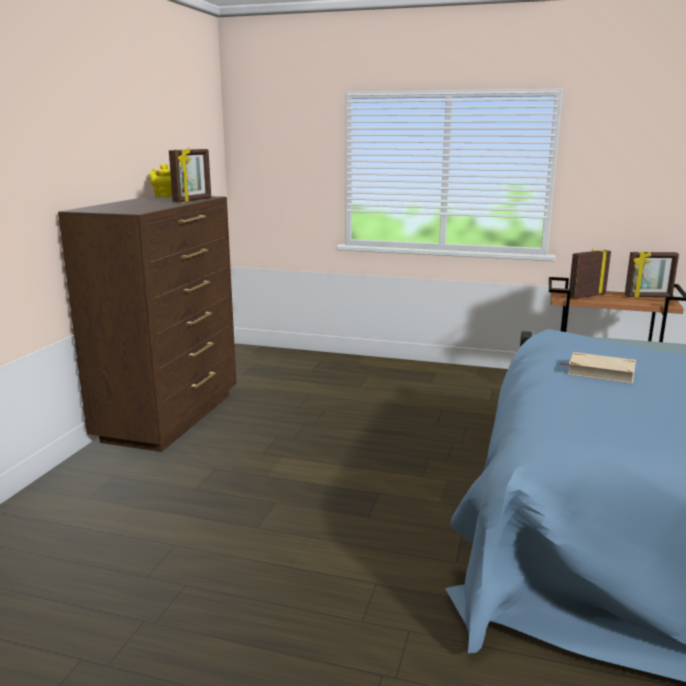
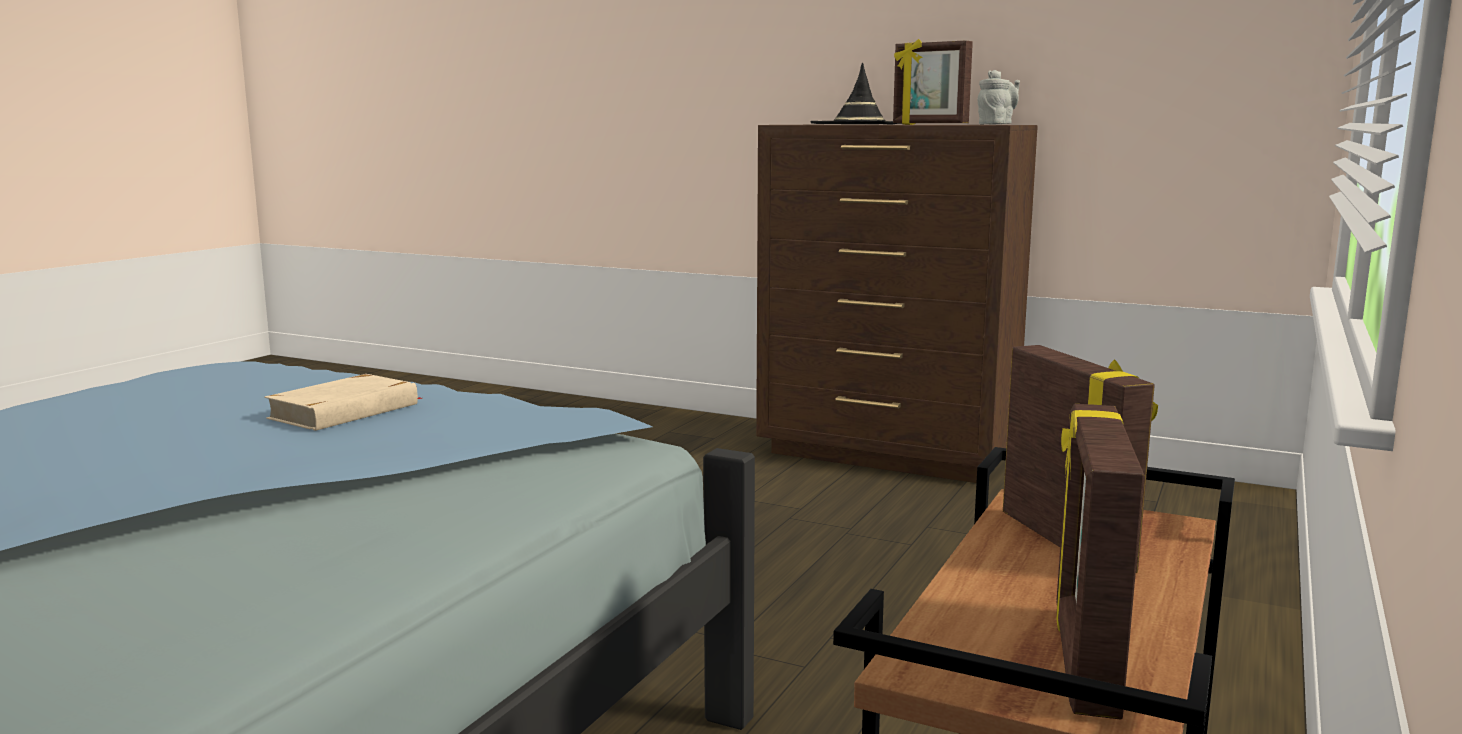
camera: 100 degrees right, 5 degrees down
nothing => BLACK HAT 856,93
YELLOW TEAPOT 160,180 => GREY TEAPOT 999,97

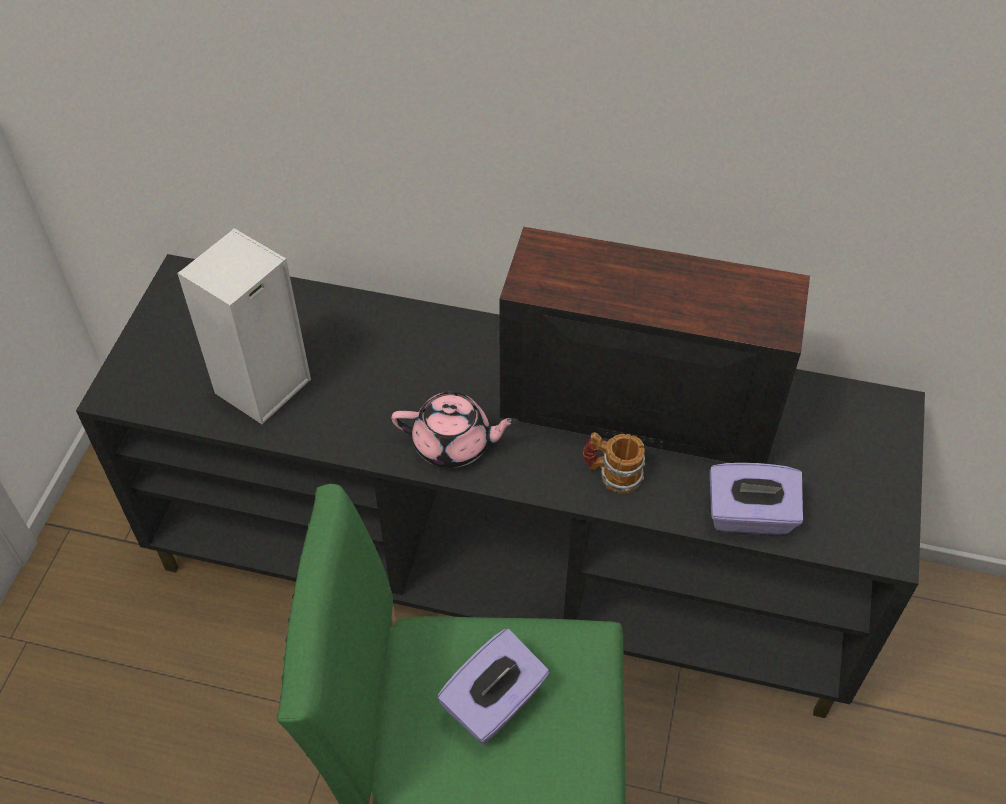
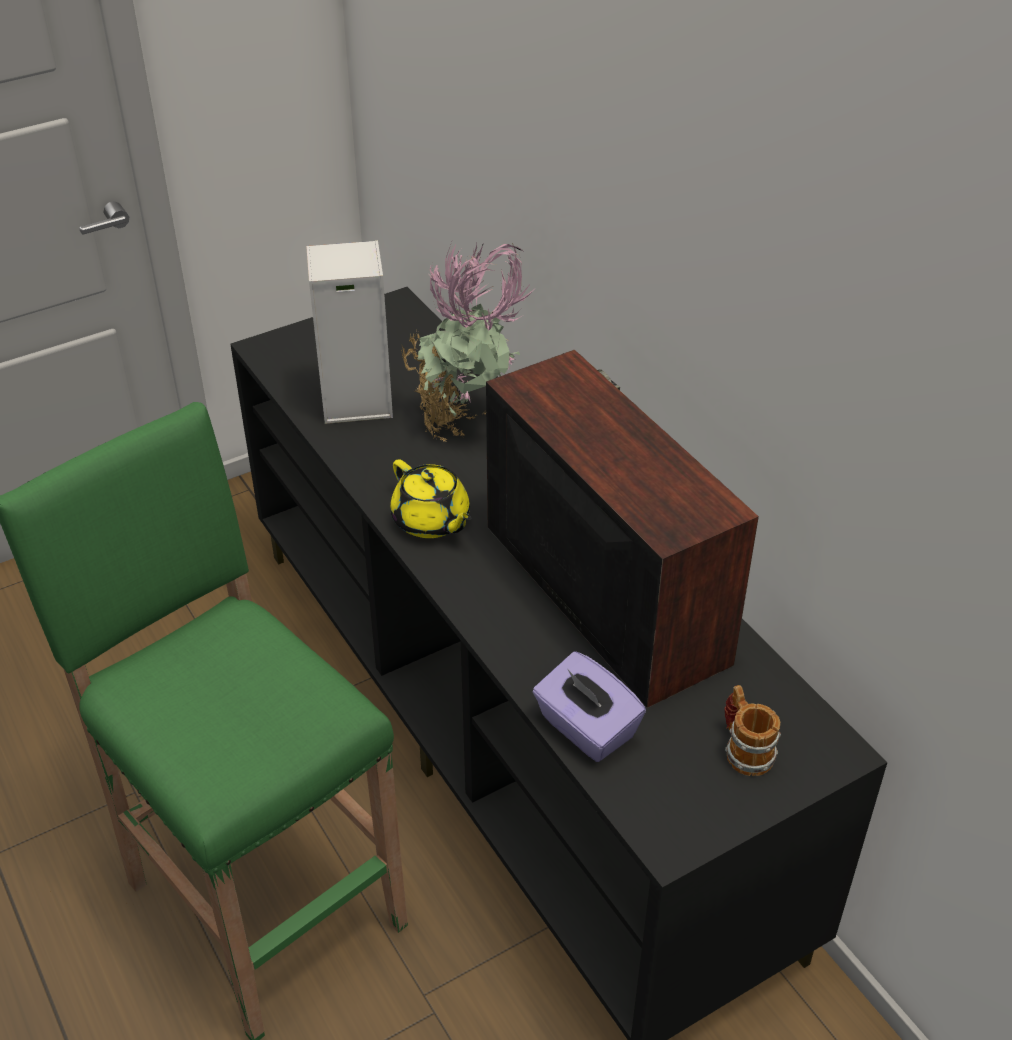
camera: 45 degrees right, 10 degrees down
PINK TEAPOT 454,430 => YELLOW TEAPOT 431,498
nothing => POTTED PLANT 467,340
MUG 614,463 => MUG 753,730, shifted
PURPLE TISSUE BOX 493,686 => nothing

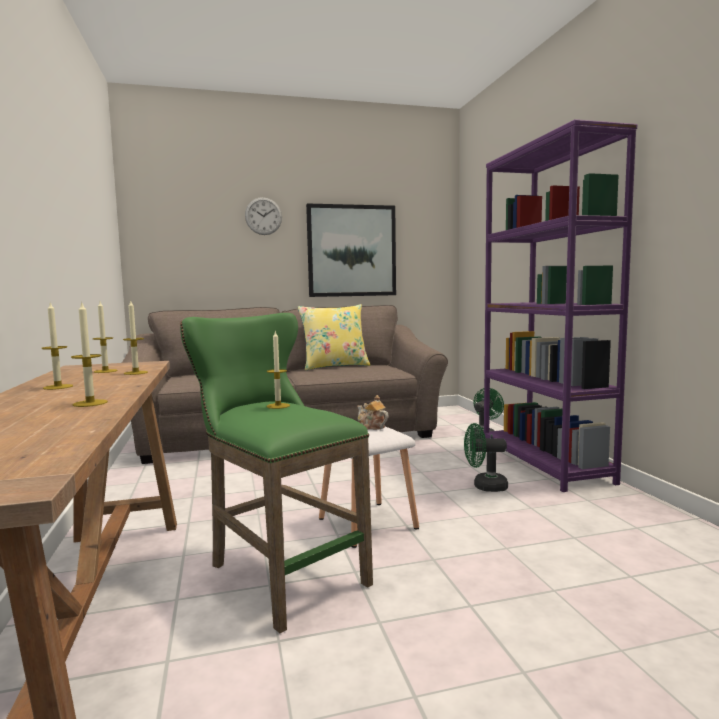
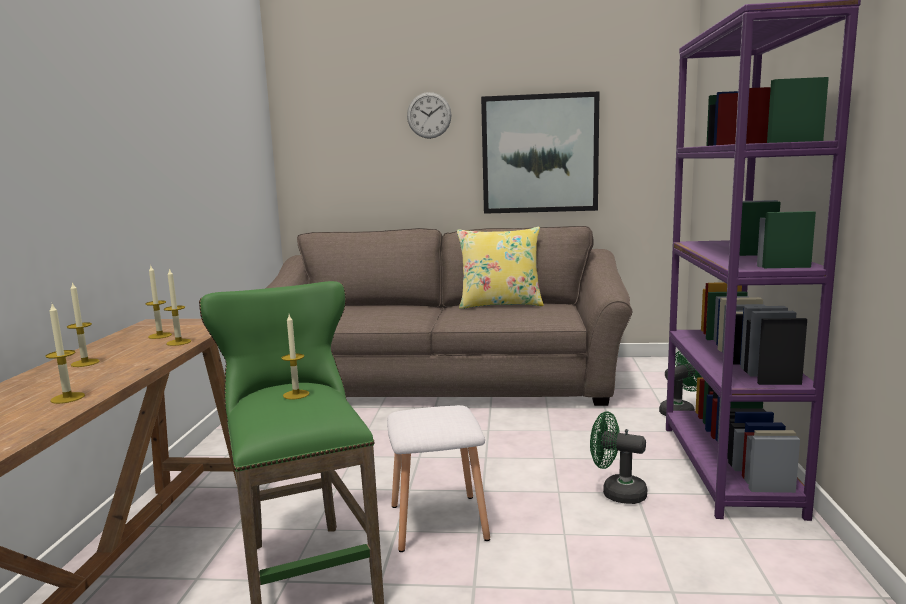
camera: 20 degrees right, 5 degrees up
TEAPOT 373,412 => nothing

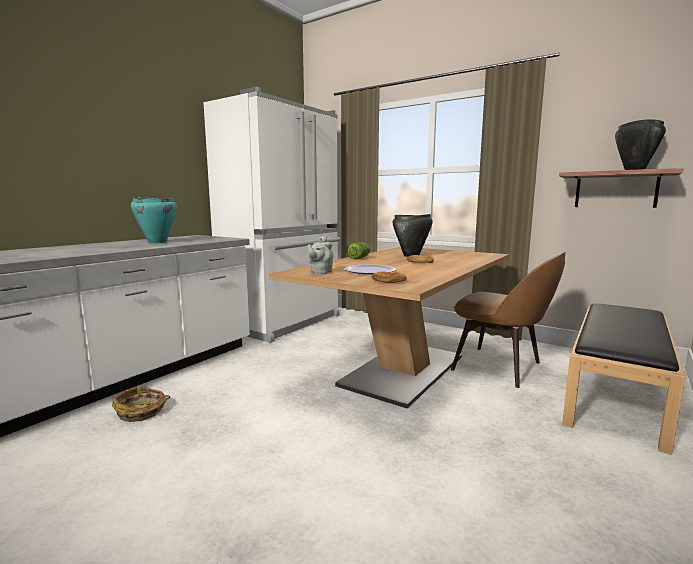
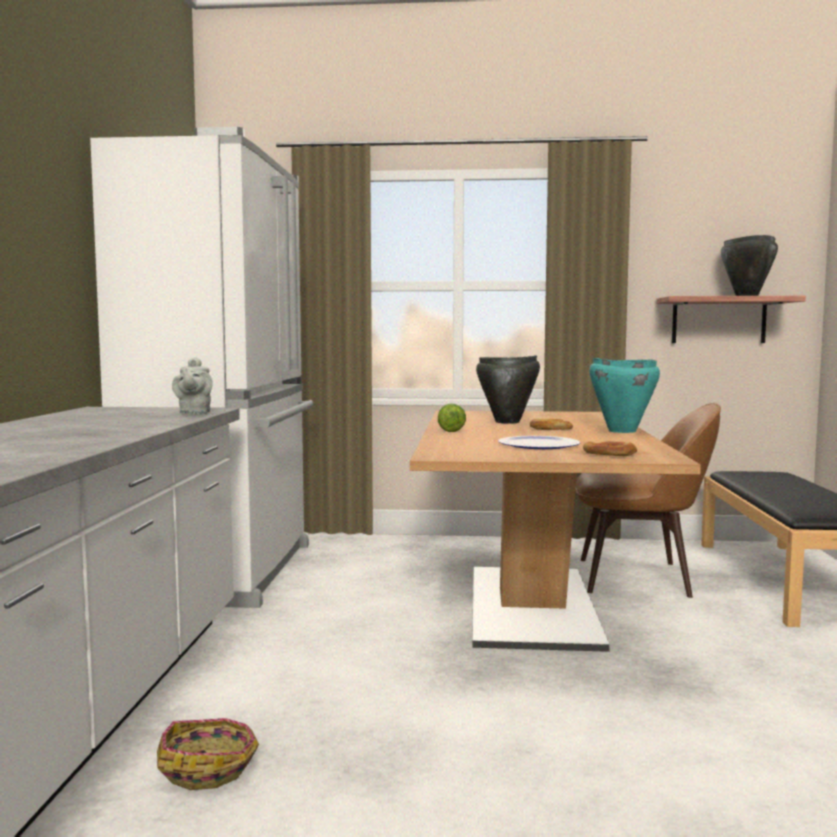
camera: 30 degrees left, 5 degrees down
GREY TEAPOT 320,255 => GREY TEAPOT 192,386, shifted
TURQUOISE COOKING POT 154,220 => TURQUOISE COOKING POT 624,395, shifted

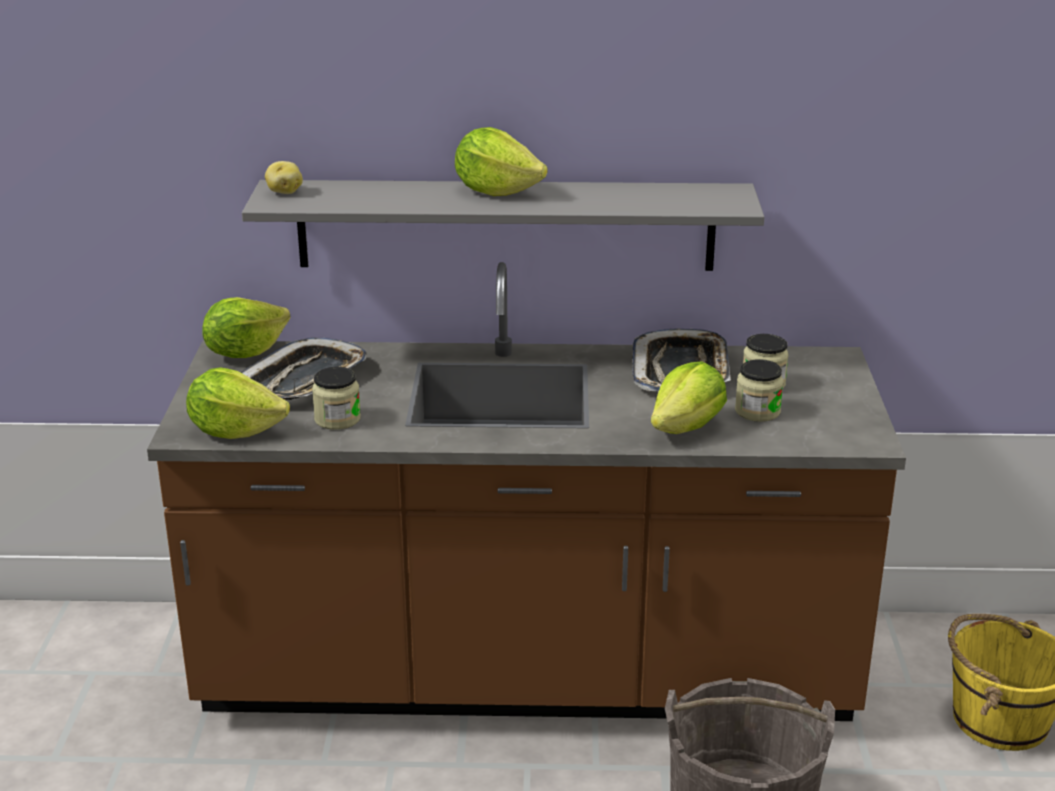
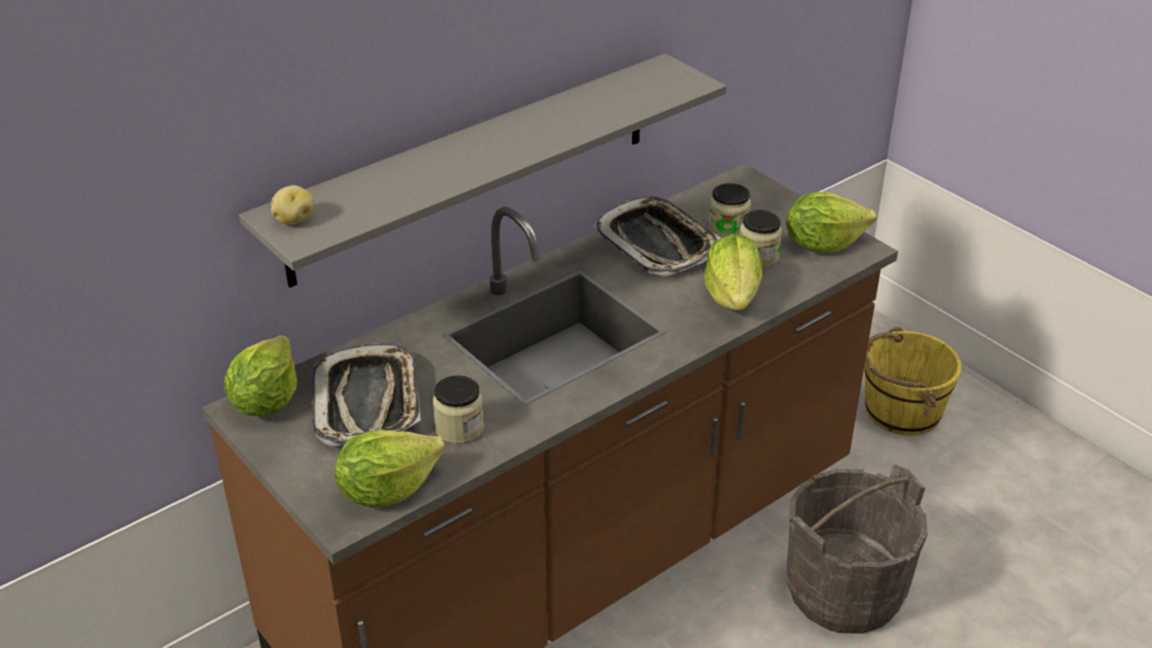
camera: 40 degrees left, 10 degrees up
LETTUCE 501,161 => LETTUCE 831,222, shifted

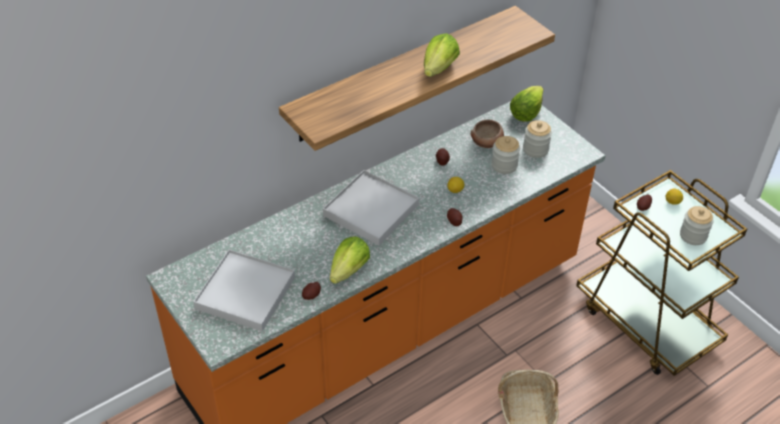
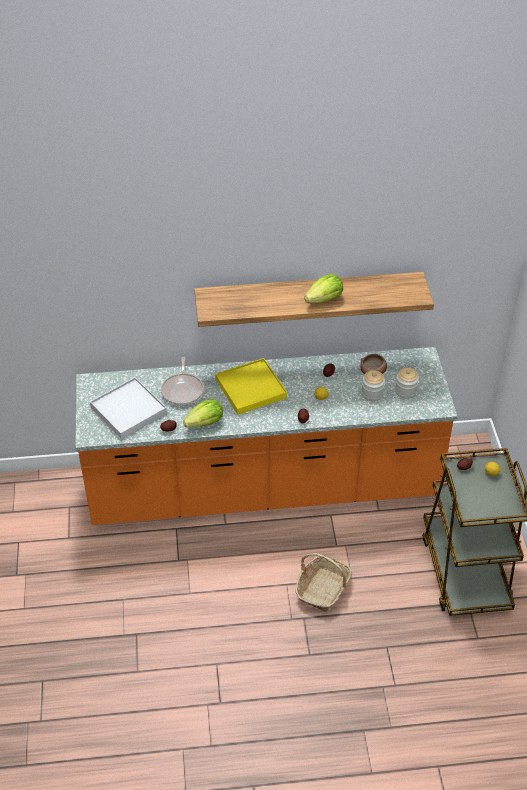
camera: 30 degrees right, 0 degrees up
nothing => FRYING PAN 182,381
WHITE TRAY 371,208 => YELLOW TRAY 251,386
LETTUCE 527,104 => nothing
JAR 696,225 => nothing

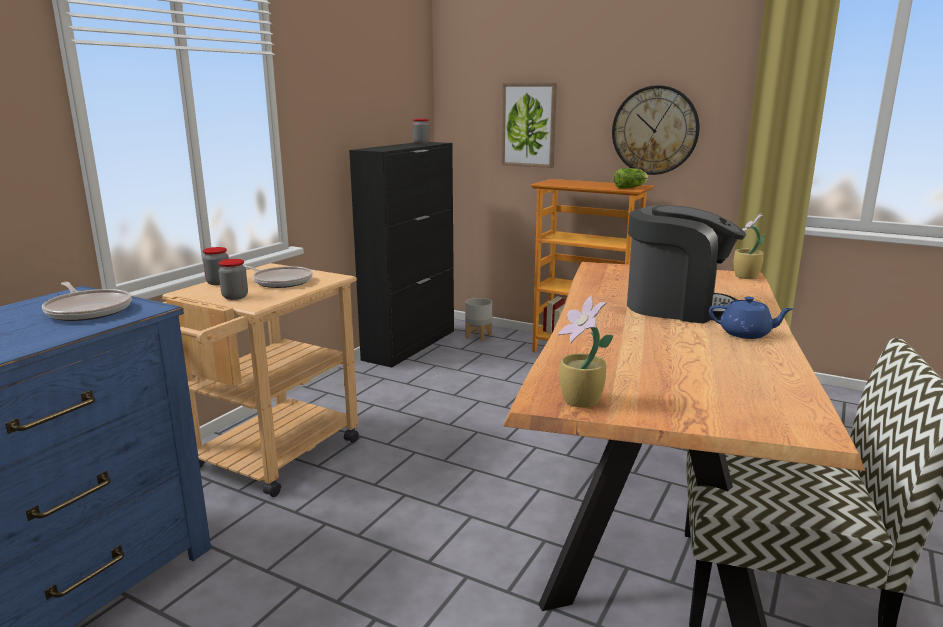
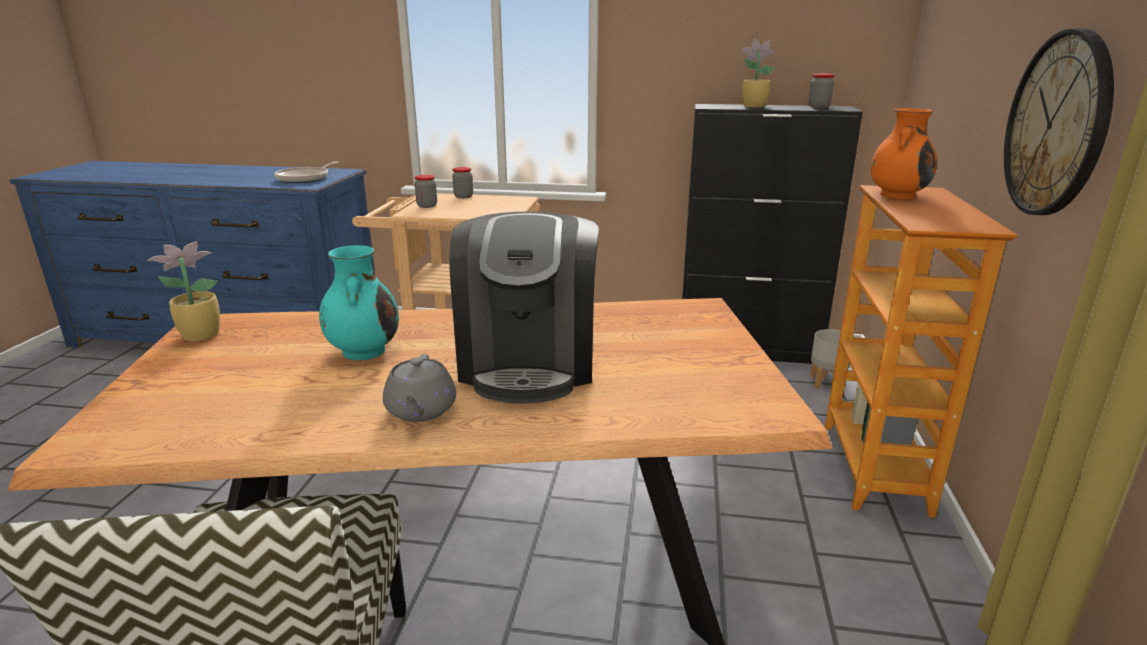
camera: 70 degrees right, 5 degrees up
nothing => TURQUOISE VASE 359,302
BLUE TEAPOT 751,318 => GREY TEAPOT 419,388
POTTED PLANT 749,246 => POTTED PLANT 758,73, shifted
nothing => ORANGE VASE 904,154
FRYING PAN 278,276 => nothing
PICTURE 529,125 => nothing
LETTUCE 631,178 => nothing

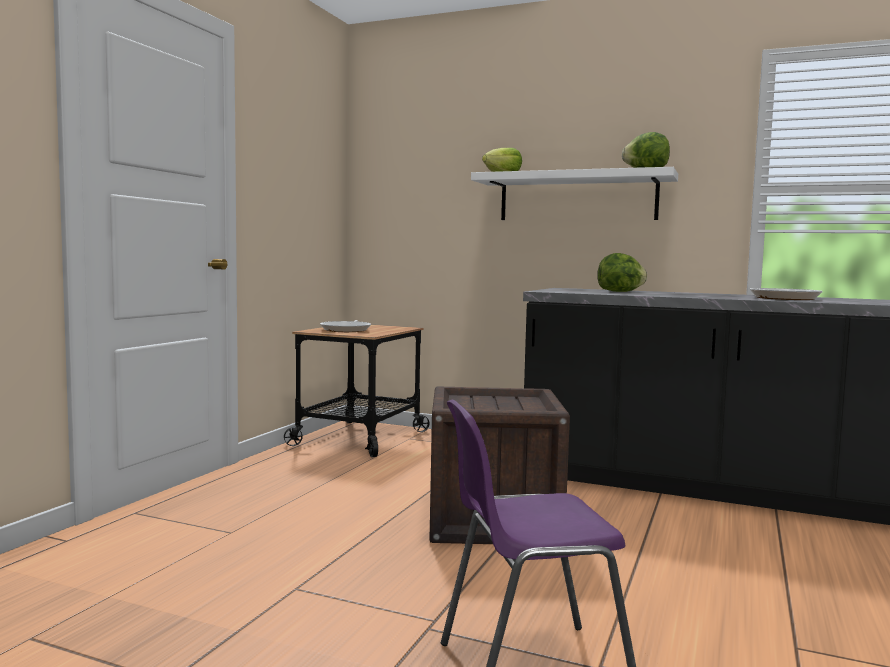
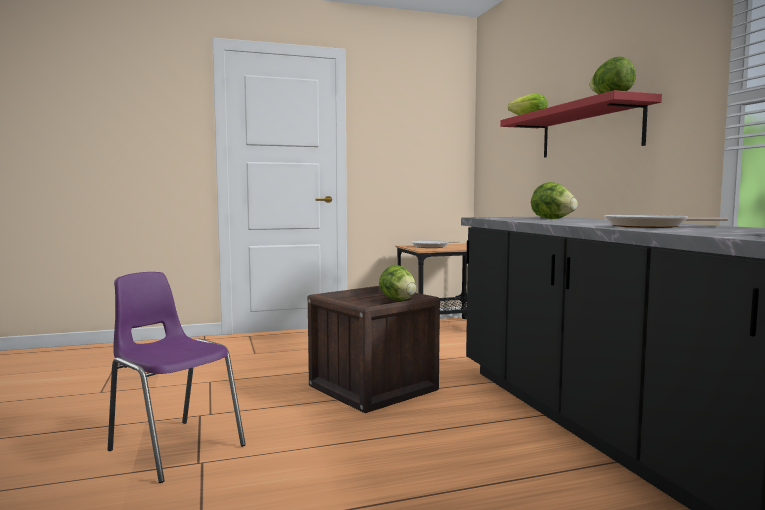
camera: 50 degrees right, 0 degrees up
nothing => LETTUCE 398,283
WHITE SHELF 574,193 => RED SHELF 581,124

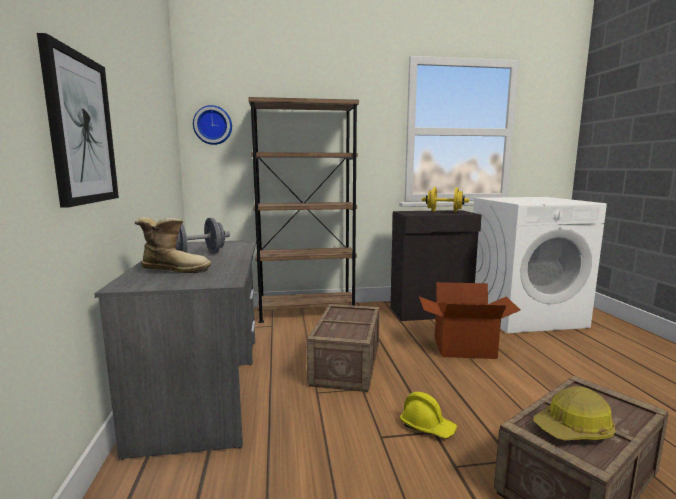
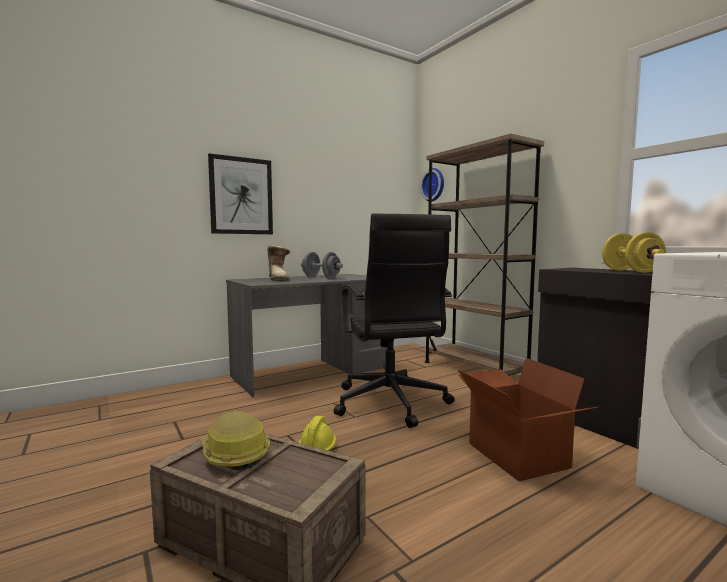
camera: 65 degrees right, 5 degrees down
CRATE 343,348 => BLACK OFFICE CHAIR 394,320

